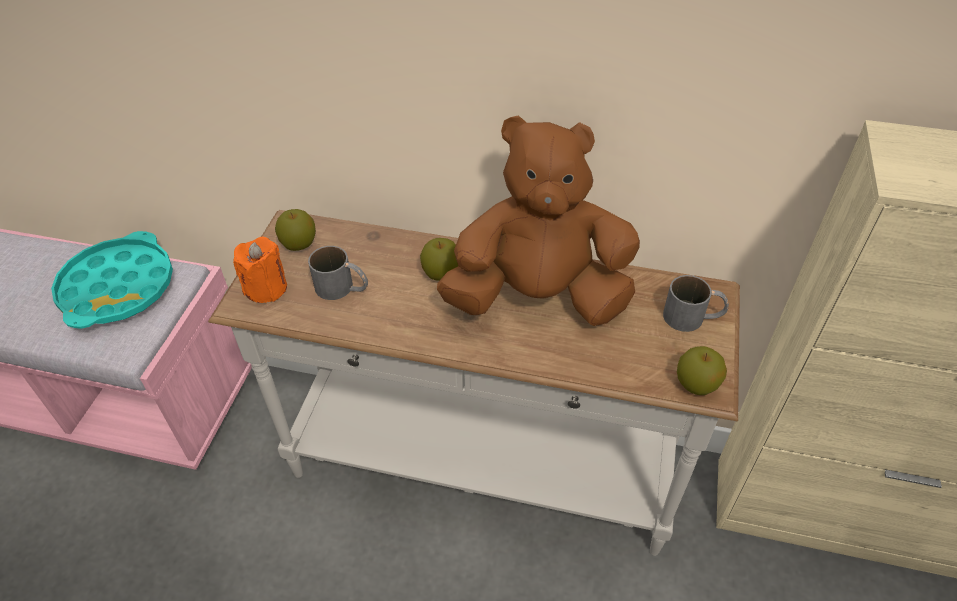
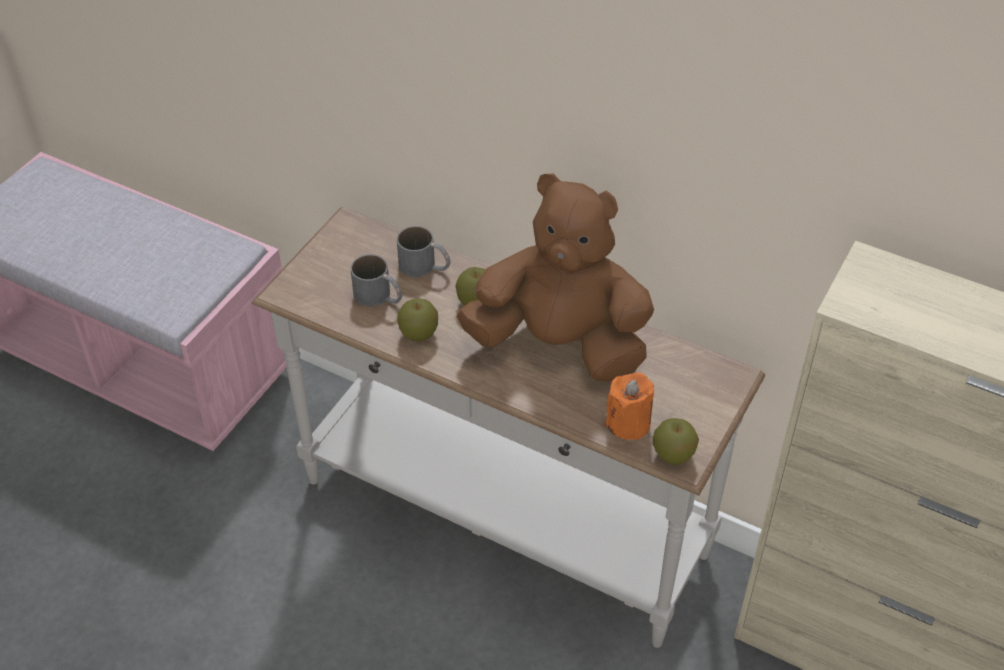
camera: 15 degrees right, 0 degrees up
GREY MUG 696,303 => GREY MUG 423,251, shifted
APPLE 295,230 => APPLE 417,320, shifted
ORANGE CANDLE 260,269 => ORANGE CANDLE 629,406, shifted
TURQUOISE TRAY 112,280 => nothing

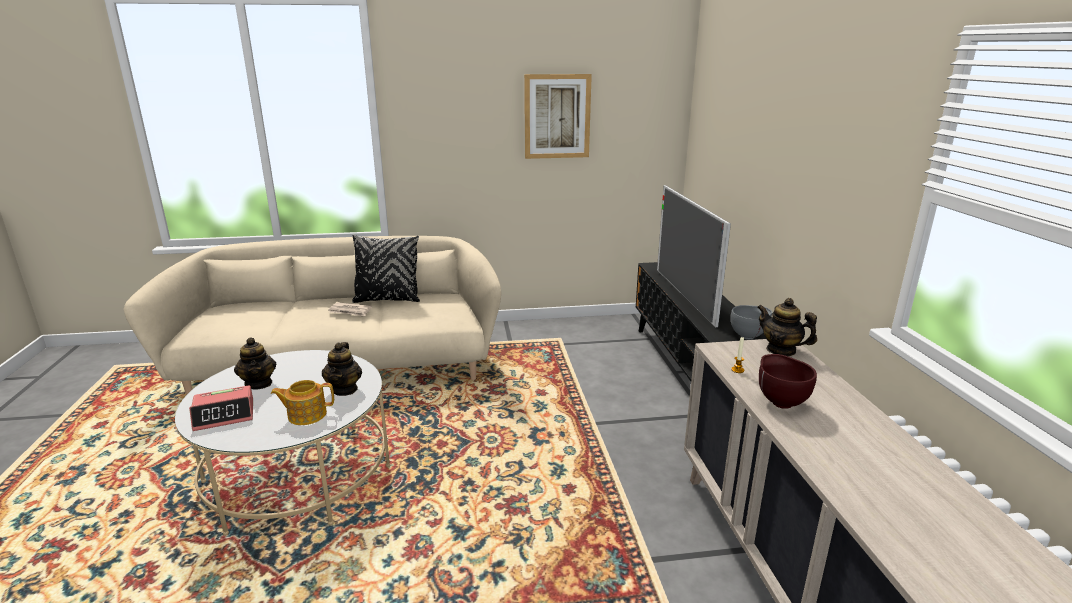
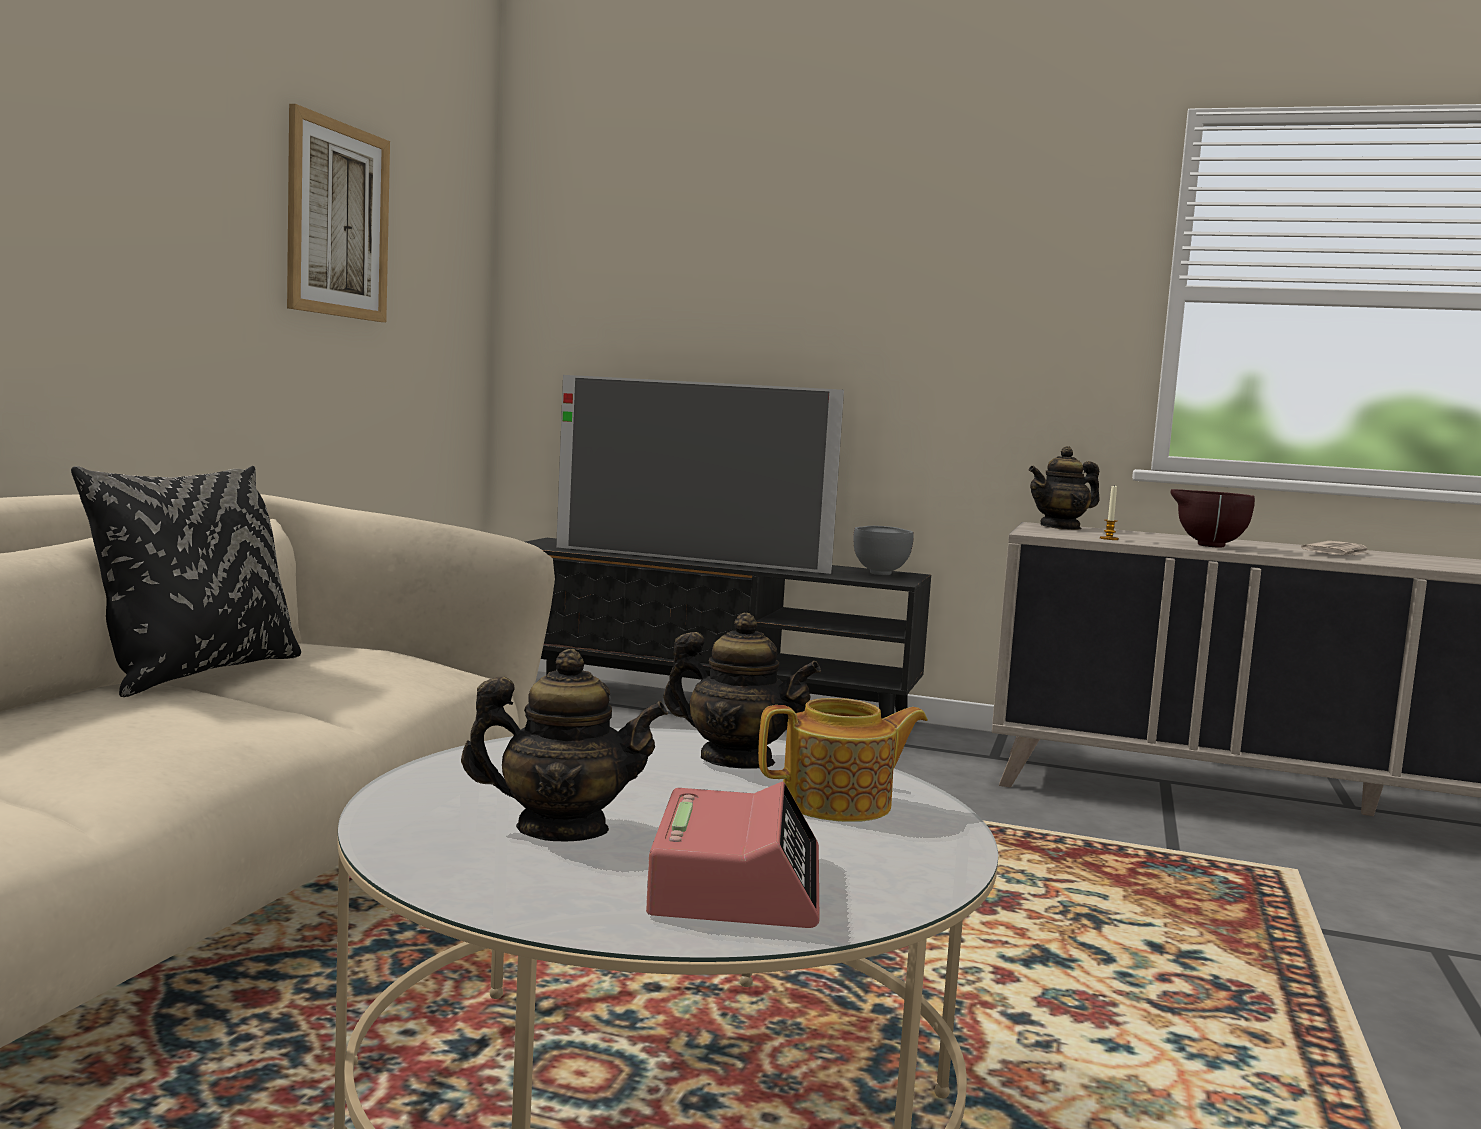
camera: 65 degrees left, 15 degrees down
TEAPOT 302,402 => TEAPOT 843,760, 120 degrees counterclockwise
NEWSPAPER 350,309 => NEWSPAPER 1334,548, shifted

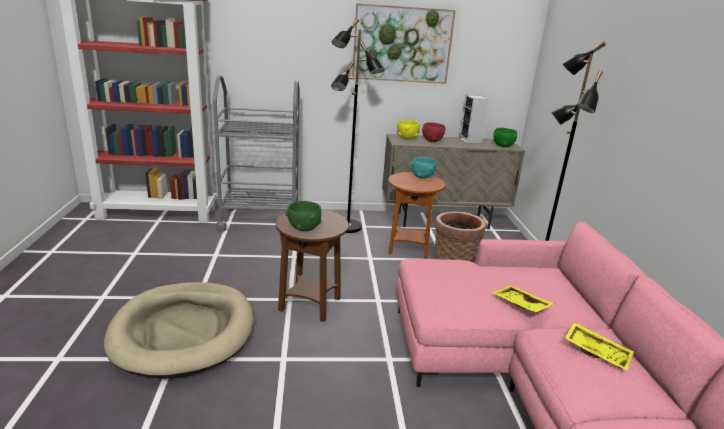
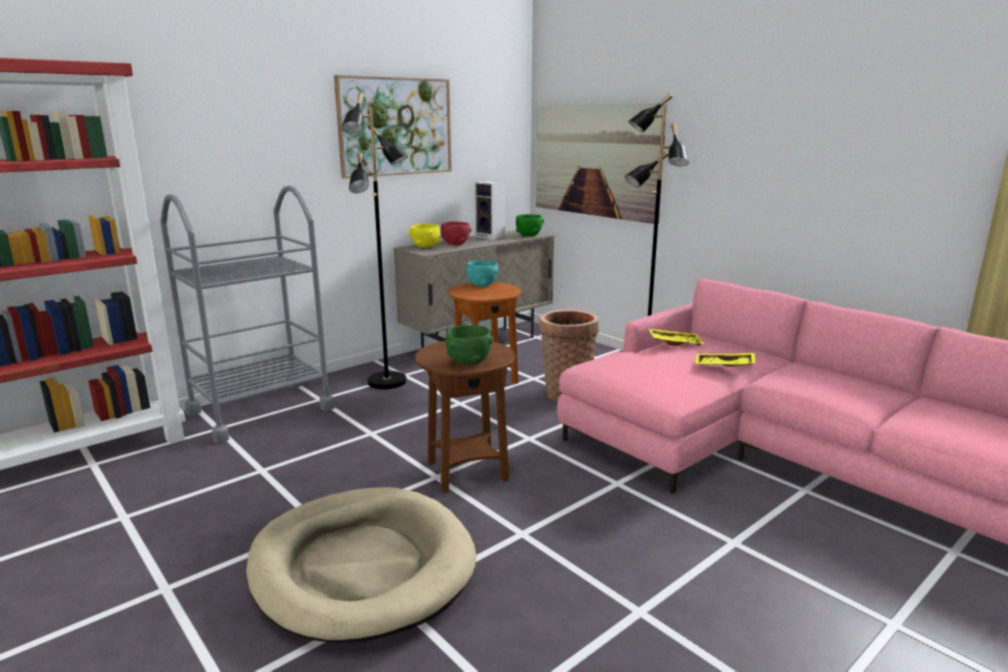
camera: 35 degrees left, 5 degrees down
nothing => PICTURE 601,163
YELLOW TRAY 599,346 => YELLOW TRAY 676,337, shifted

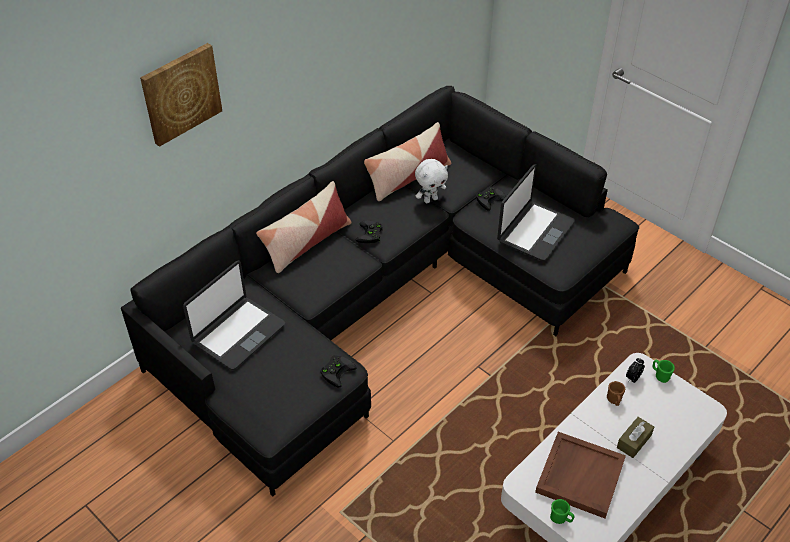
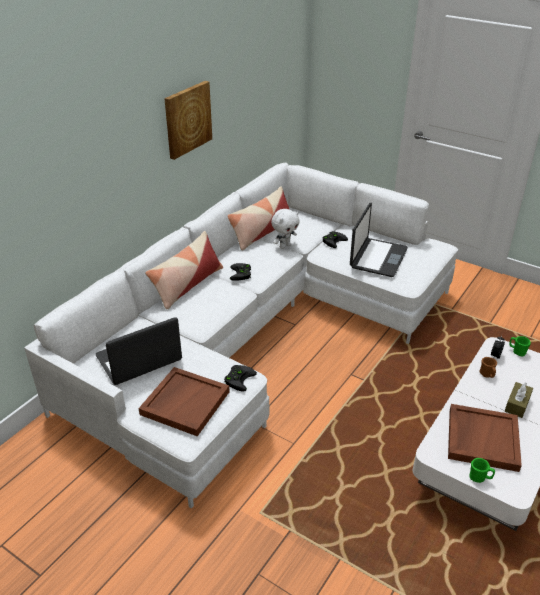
camera: 10 degrees left, 10 degrees down
BLACK SOFA 380,291 => WHITE SOFA 241,336
LAPTOP 234,315 => LAPTOP 139,351, 150 degrees counterclockwise
nothing => BROWN TRAY 184,401
PICTURE 181,95 => PICTURE 188,120, shifted

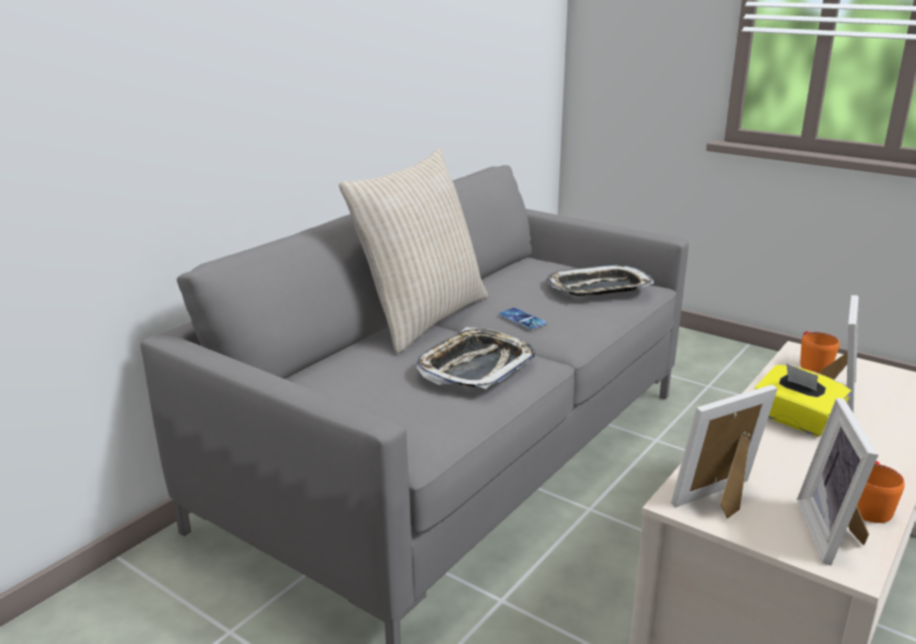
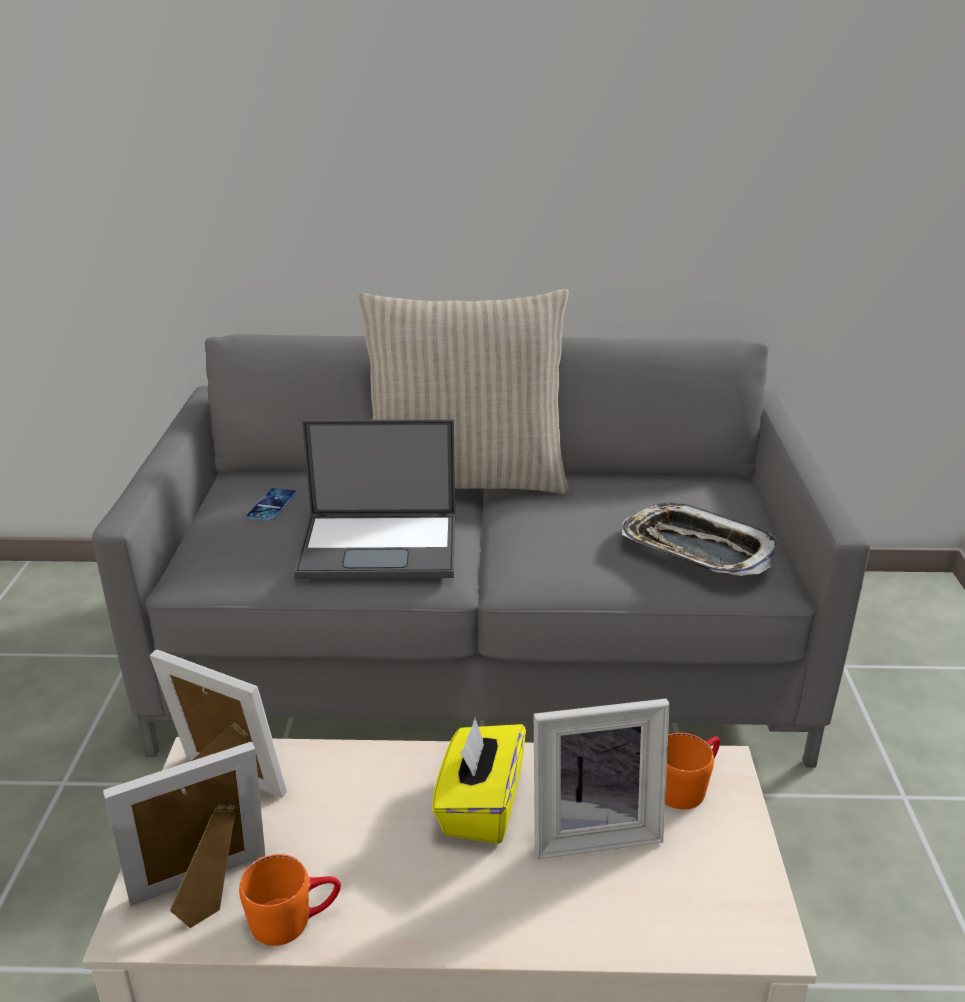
camera: 55 degrees right, 5 degrees up
PHONE 523,318 => PHONE 271,504, shifted
TRAY 475,358 => LAPTOP 374,499

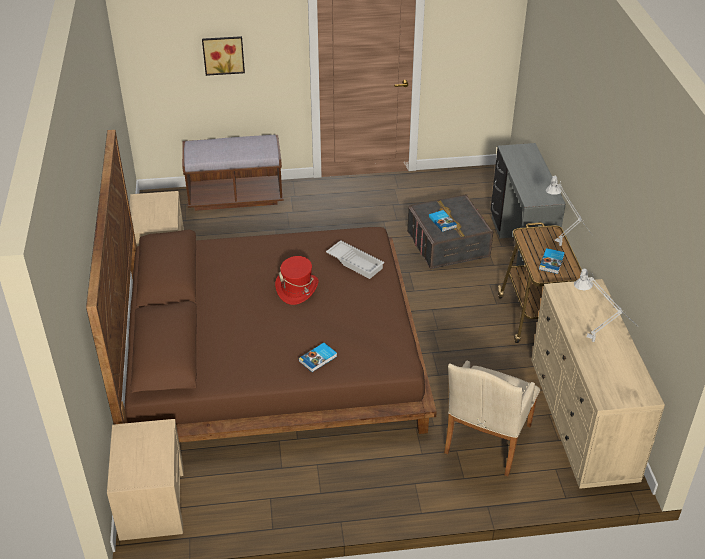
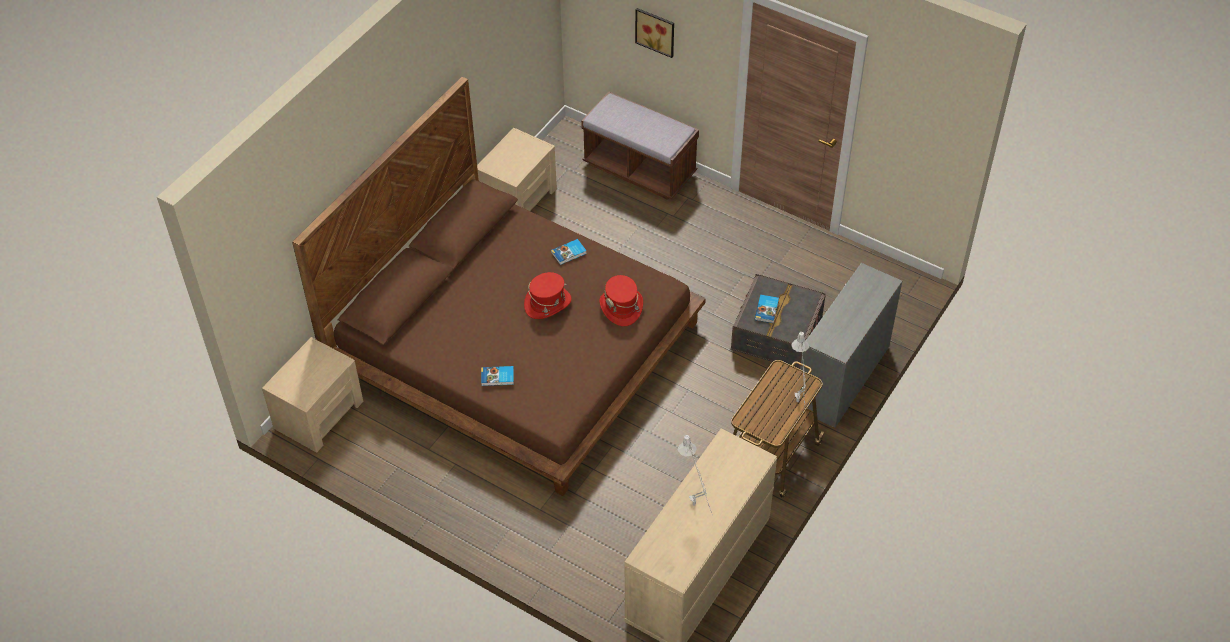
camera: 40 degrees right, 10 degrees up
BOOK 552,261 => BOOK 569,252, shifted
WHITE TRAY 355,259 => RED HAT 621,300
BEIGE ARMCHAIR 492,418 => nothing

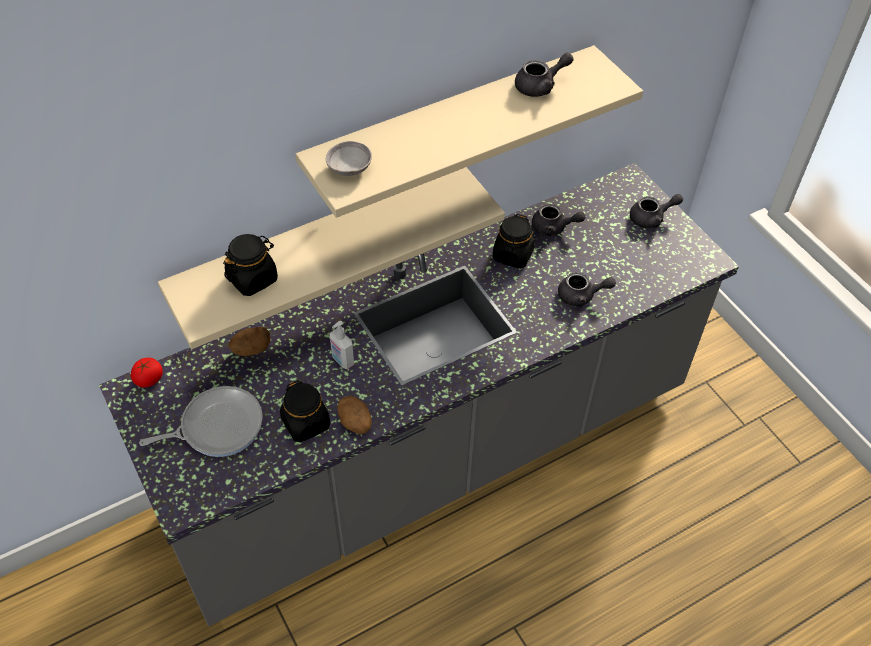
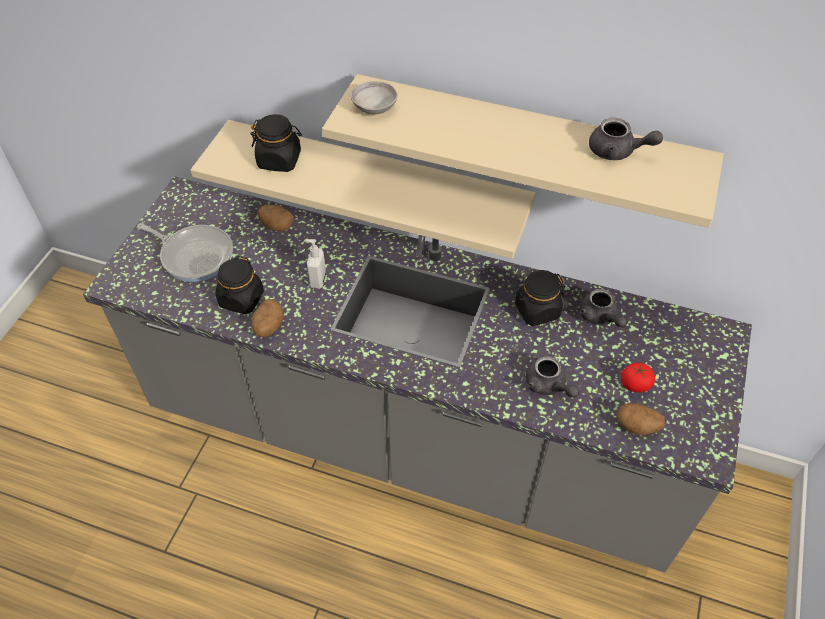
camera: 50 degrees right, 0 degrees up
nothing => POTATO 641,419
TOMATO 147,373 => TOMATO 638,378, shifted
GREY TEAPOT 656,211 => nothing

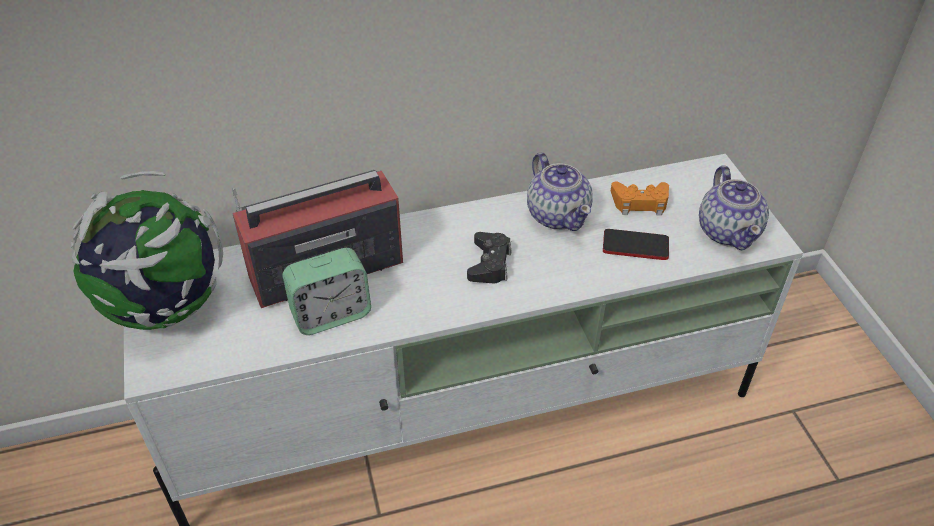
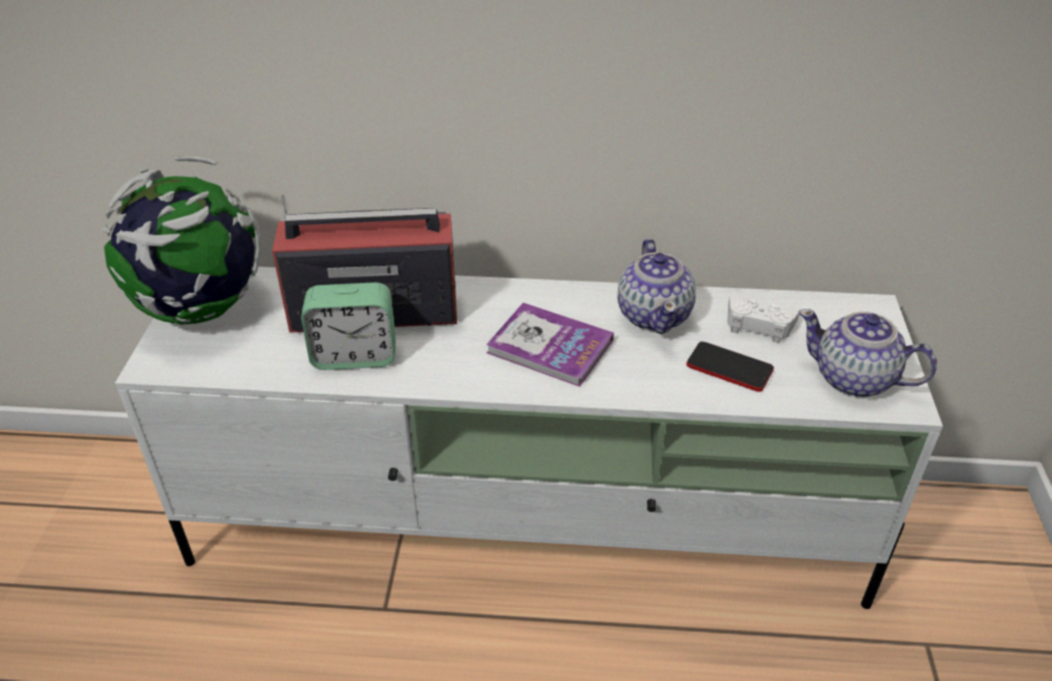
camera: 20 degrees right, 5 degrees down
BLACK GAME CONTROLLER 489,257 => BOOK 550,345
ORANGE GAME CONTROLLER 640,198 => WHITE GAME CONTROLLER 763,318
TEAPOT 734,207 => TEAPOT 867,353, 105 degrees clockwise

